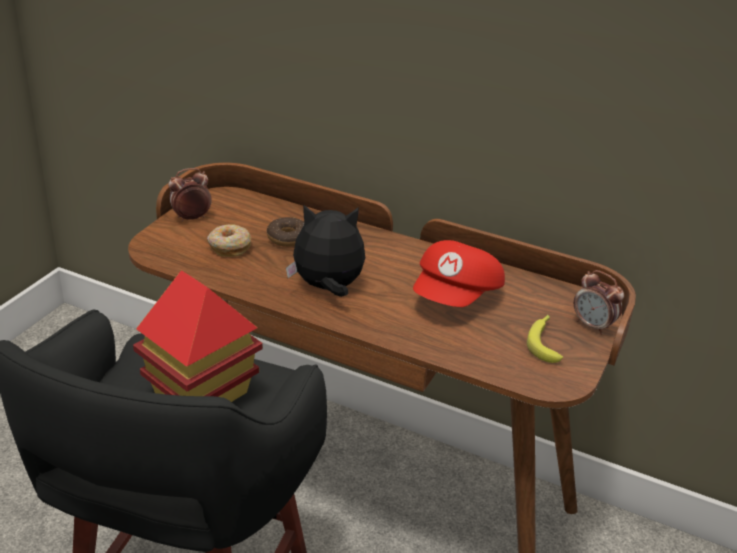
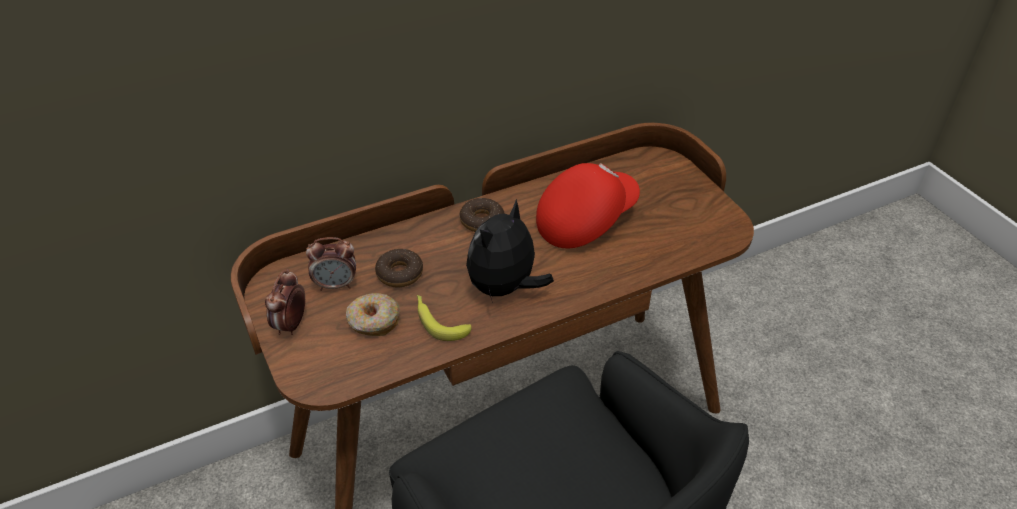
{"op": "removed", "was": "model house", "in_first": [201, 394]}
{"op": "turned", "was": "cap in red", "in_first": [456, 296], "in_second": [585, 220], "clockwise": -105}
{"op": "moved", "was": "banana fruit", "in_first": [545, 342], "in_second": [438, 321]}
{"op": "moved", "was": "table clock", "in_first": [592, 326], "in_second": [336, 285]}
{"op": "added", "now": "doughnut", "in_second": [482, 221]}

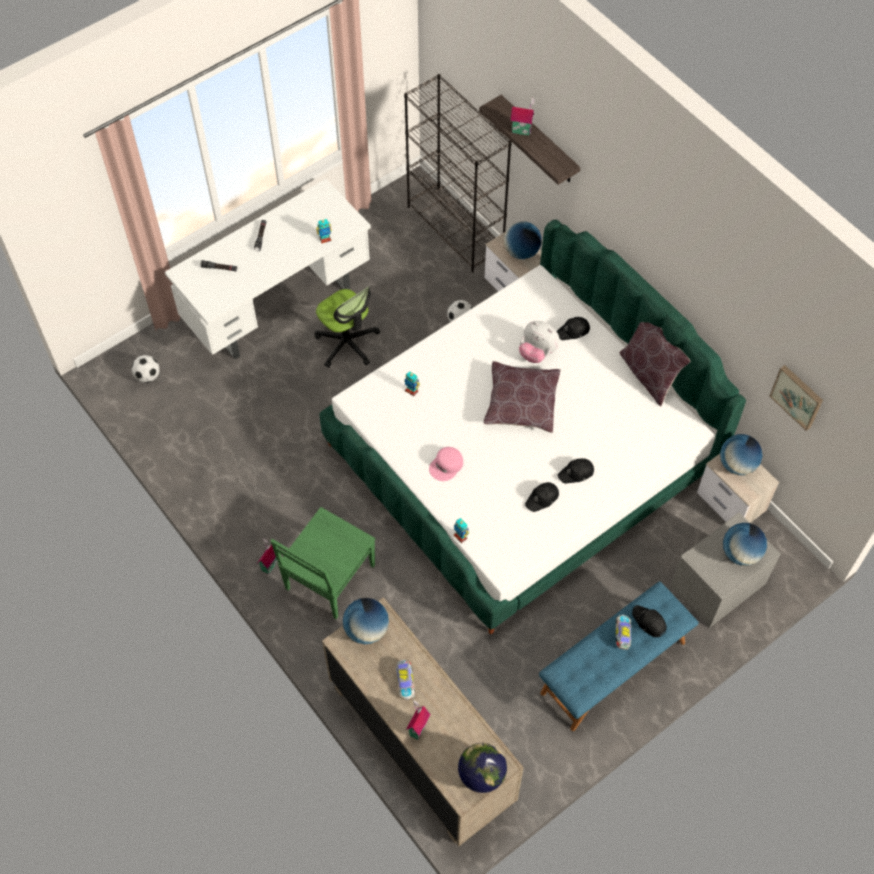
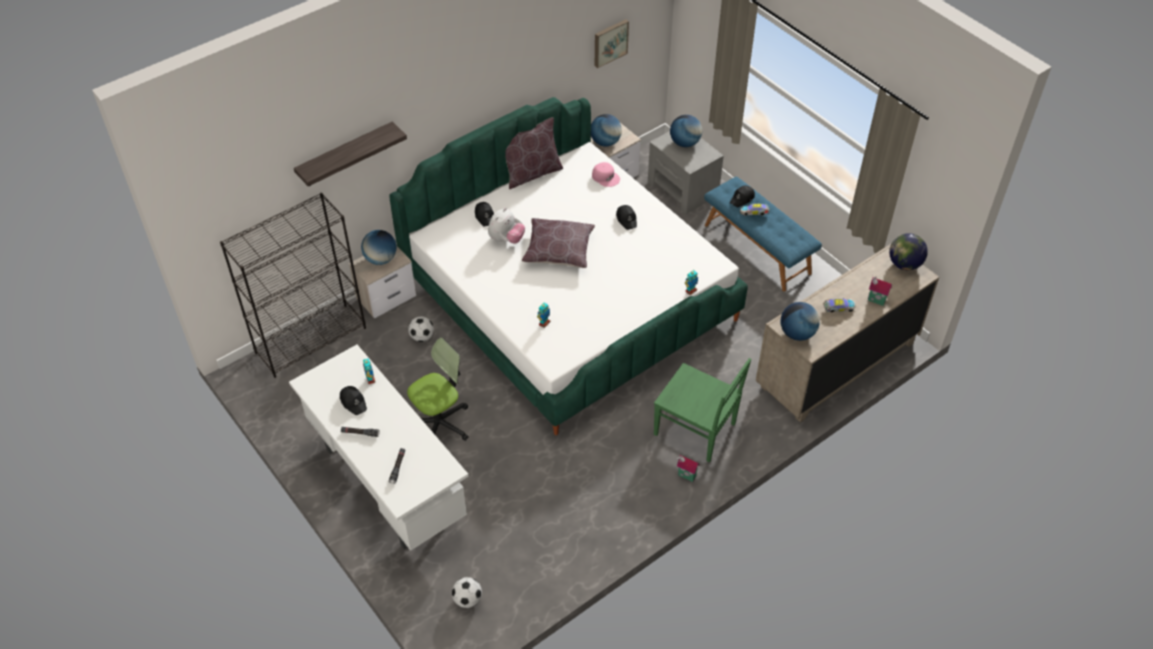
{"op": "moved", "was": "cap in pink-coloured", "in_first": [446, 466], "in_second": [606, 177]}
{"op": "removed", "was": "model house", "in_first": [521, 130]}
{"op": "moved", "was": "cap in black", "in_first": [542, 498], "in_second": [353, 402]}

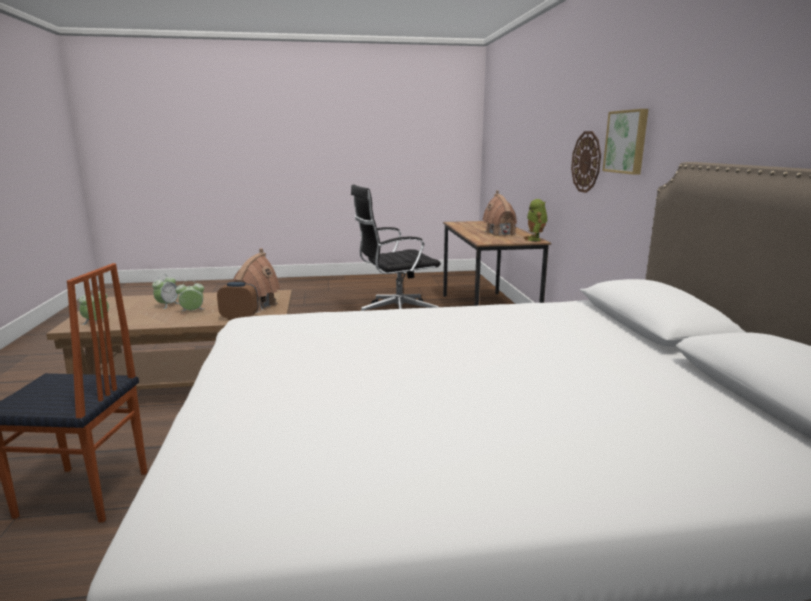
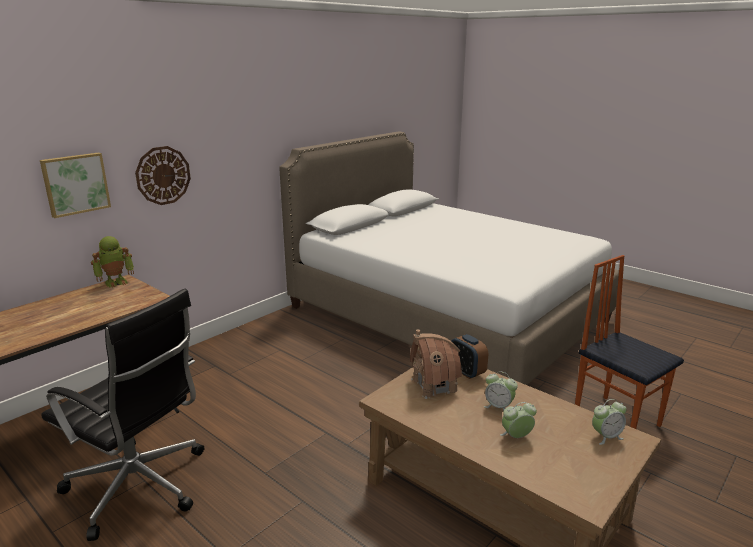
{"op": "removed", "was": "model house", "in_first": [500, 233]}
{"op": "moved", "was": "wall picture", "in_first": [627, 142], "in_second": [75, 184]}

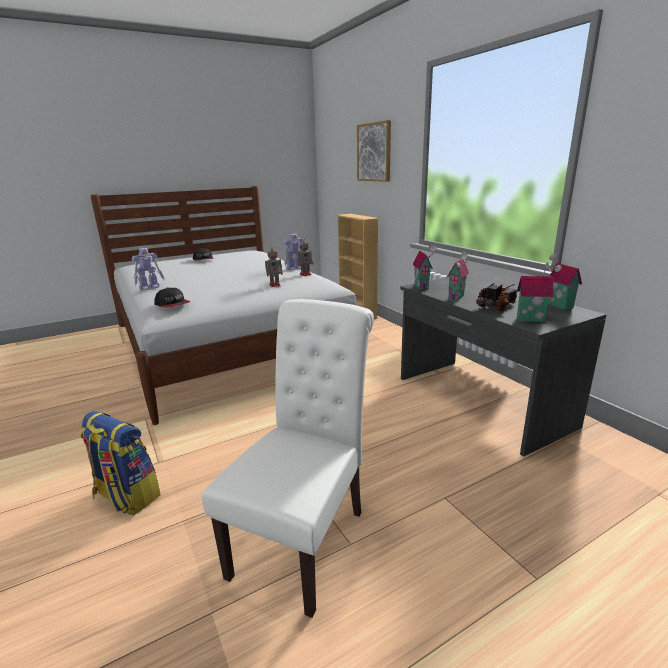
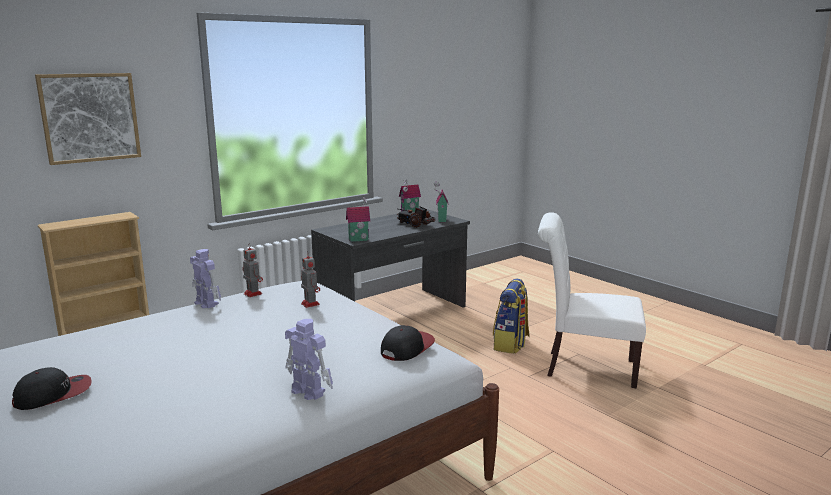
{"op": "moved", "was": "backpack", "in_first": [126, 496], "in_second": [511, 344]}
{"op": "removed", "was": "model house", "in_first": [457, 298]}

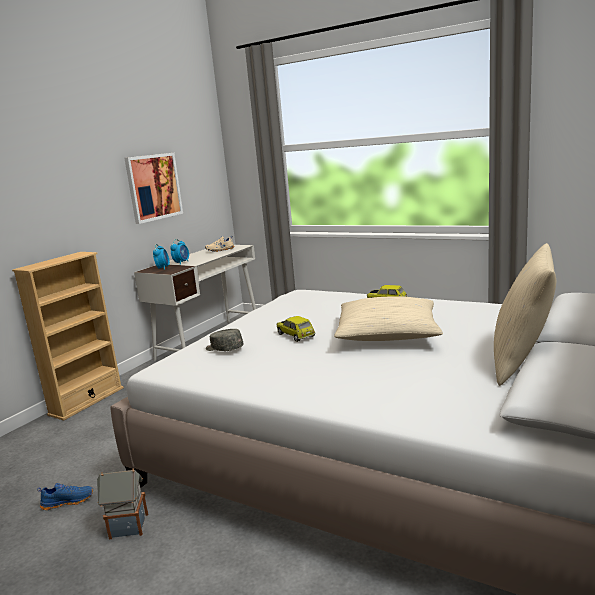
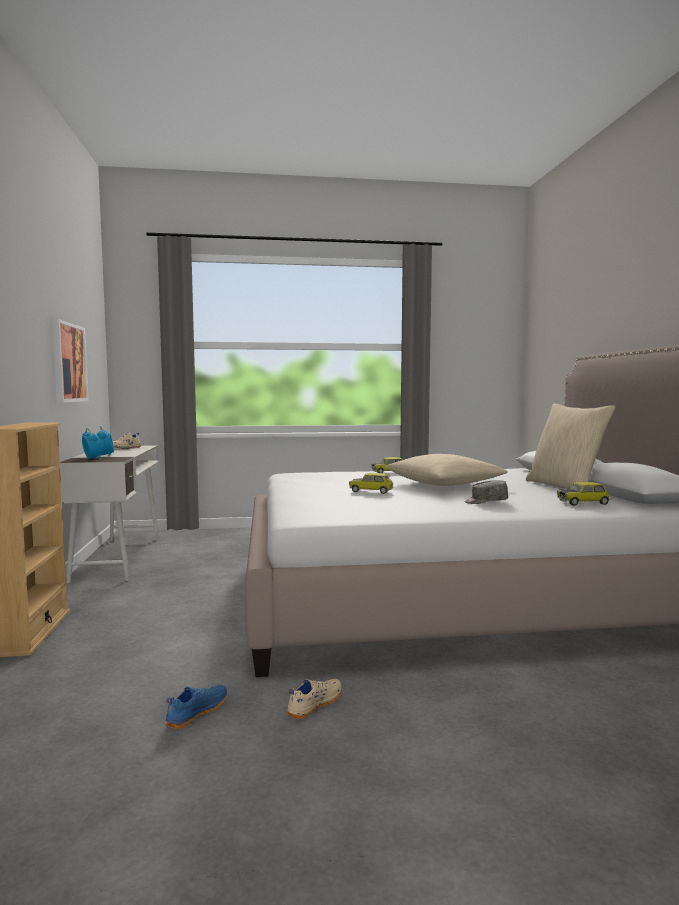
{"op": "replaced", "was": "model house", "now": "item of footwear in beige", "in_first": [127, 526], "in_second": [313, 705]}
{"op": "moved", "was": "cap in gray", "in_first": [224, 349], "in_second": [485, 502]}
{"op": "added", "now": "miniature car", "in_second": [582, 502]}

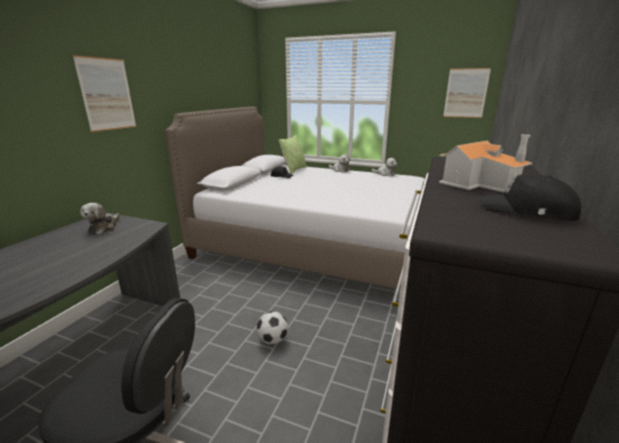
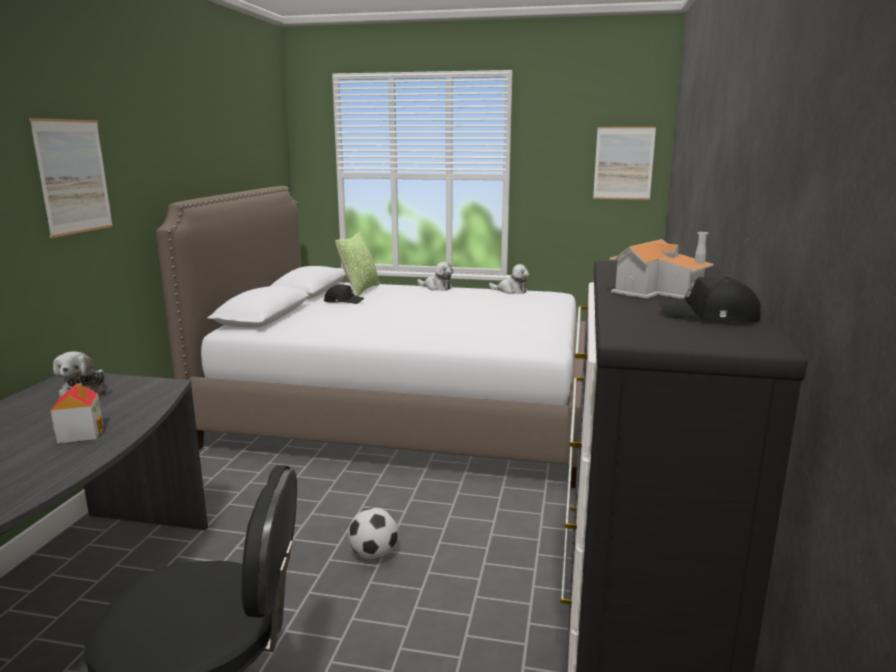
{"op": "added", "now": "model house", "in_second": [80, 433]}

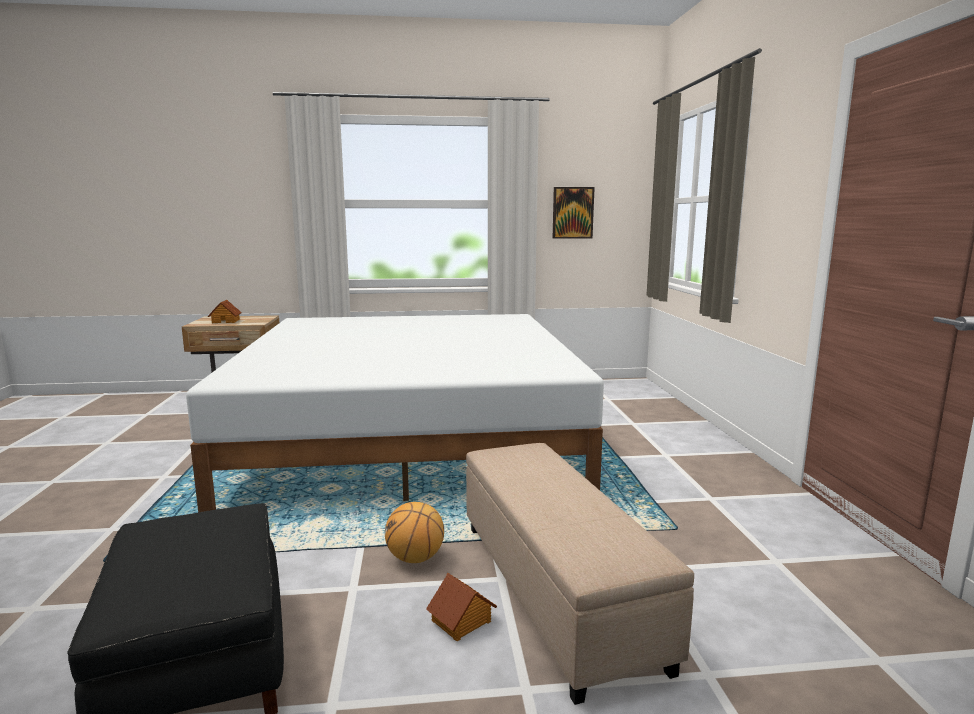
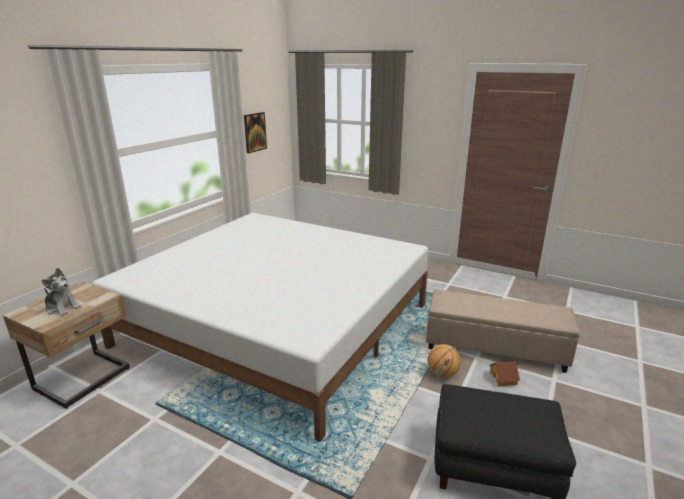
{"op": "replaced", "was": "model house", "now": "soft toy", "in_first": [226, 321], "in_second": [63, 308]}

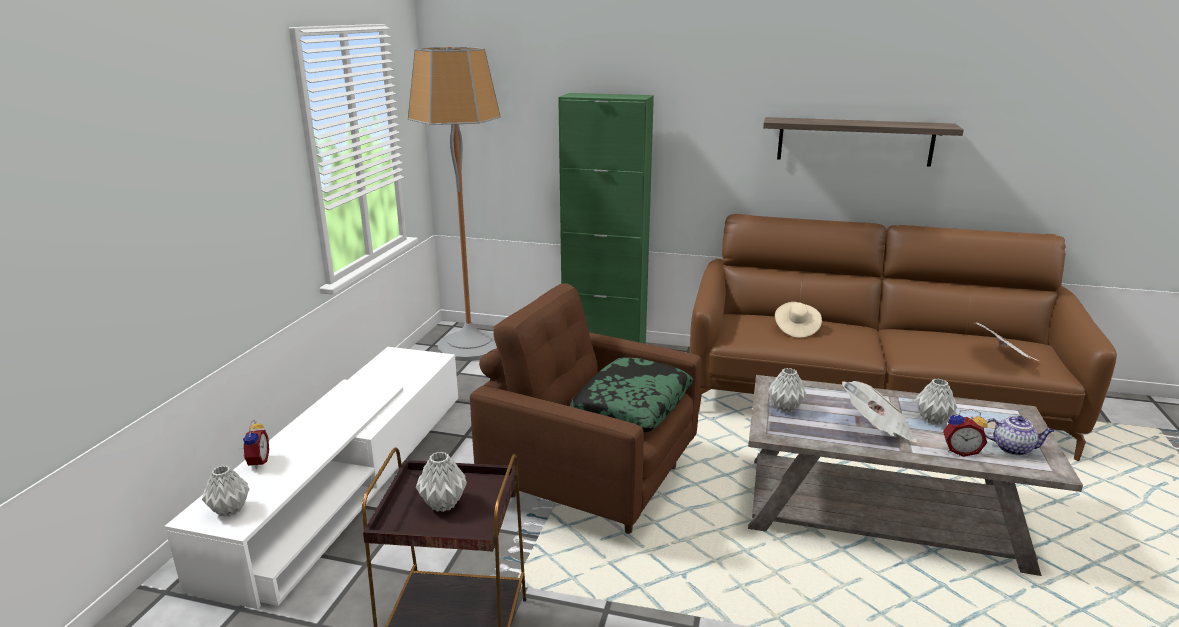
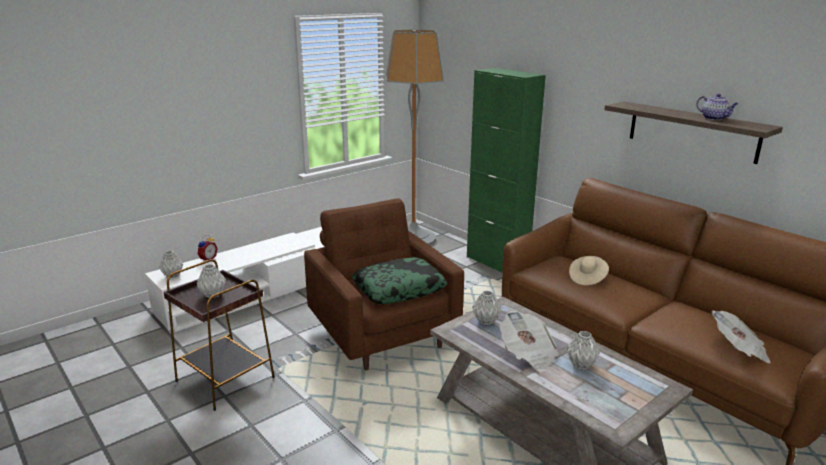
{"op": "removed", "was": "table clock", "in_first": [960, 451]}
{"op": "moved", "was": "teapot", "in_first": [1013, 448], "in_second": [714, 118]}

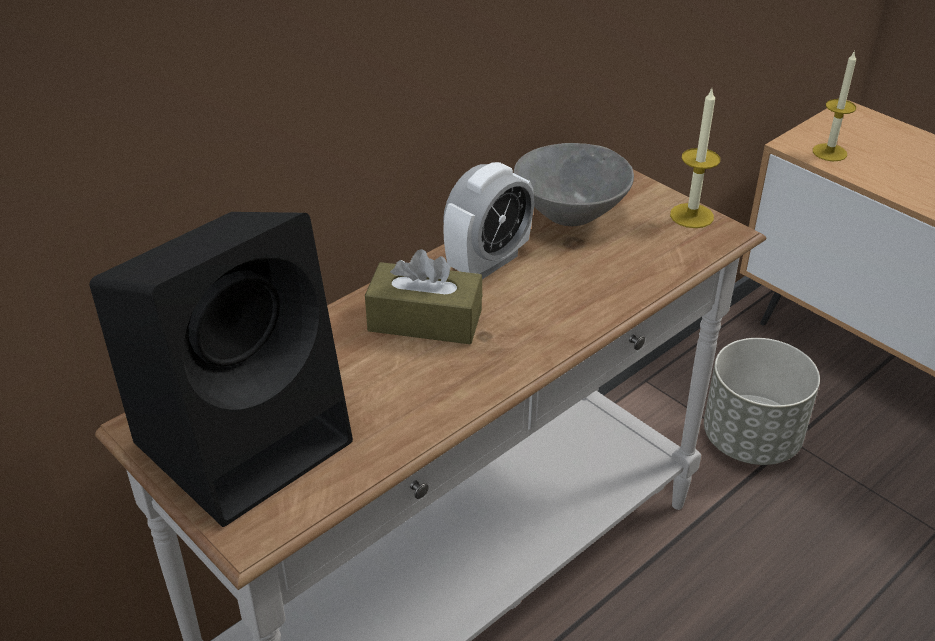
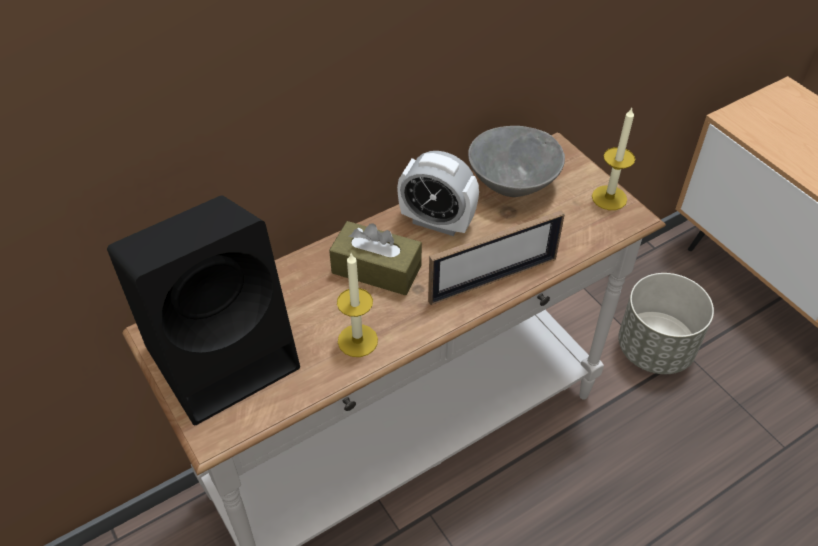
{"op": "turned", "was": "table clock", "in_first": [488, 262], "in_second": [437, 222], "clockwise": 60}
{"op": "moved", "was": "wax candle", "in_first": [829, 152], "in_second": [357, 340]}
{"op": "added", "now": "standing frame", "in_second": [493, 279]}

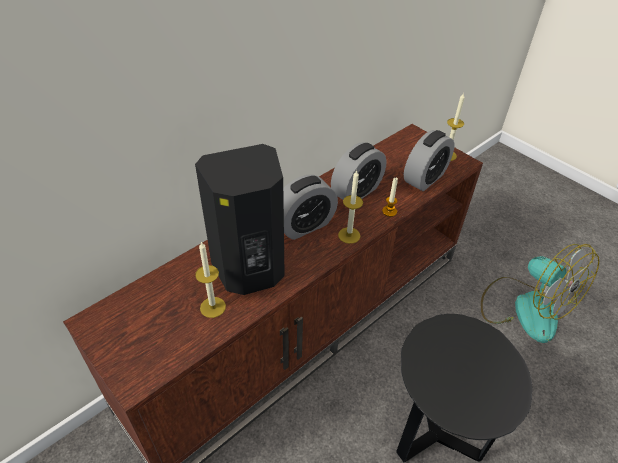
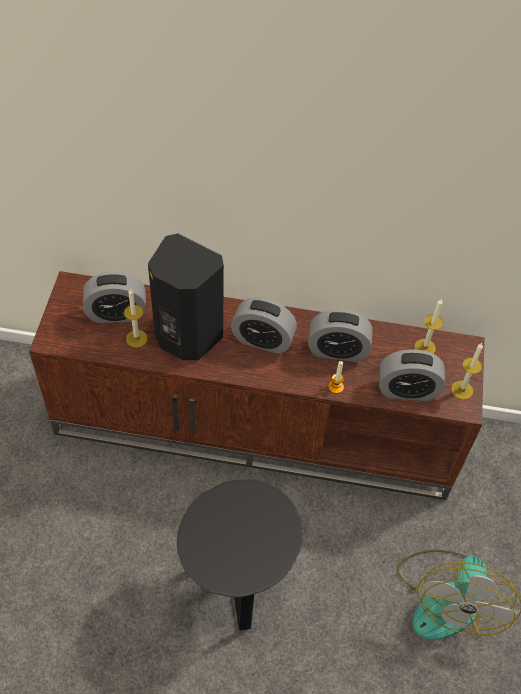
{"op": "moved", "was": "wax candle", "in_first": [349, 235], "in_second": [425, 347]}
{"op": "added", "now": "table clock", "in_second": [116, 313]}

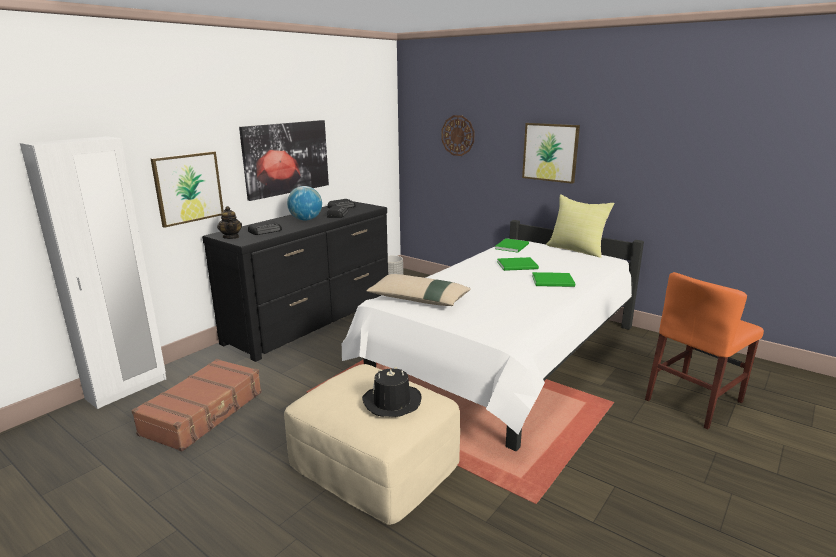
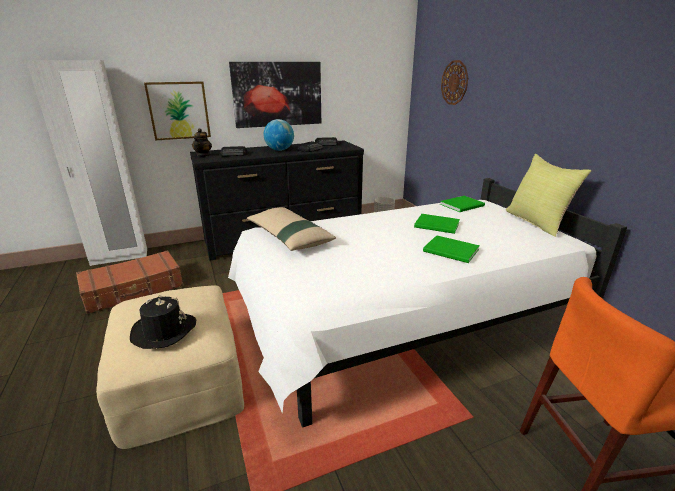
{"op": "removed", "was": "wall picture", "in_first": [550, 152]}

